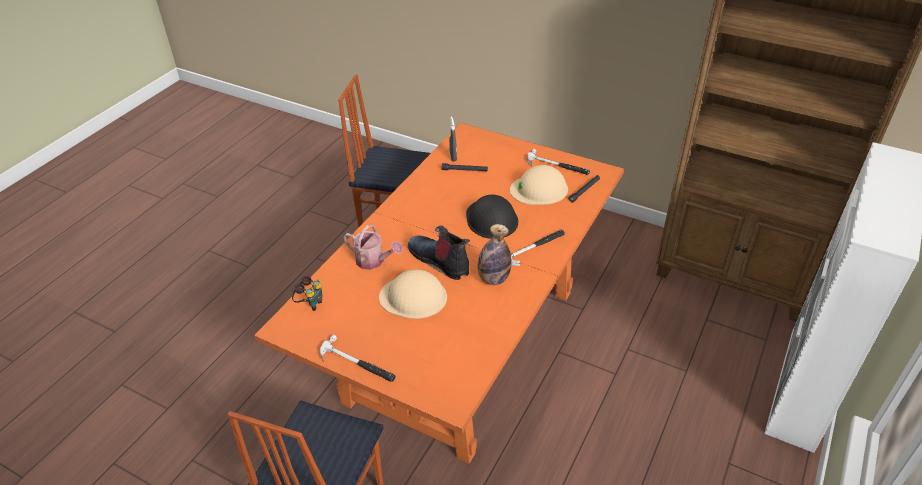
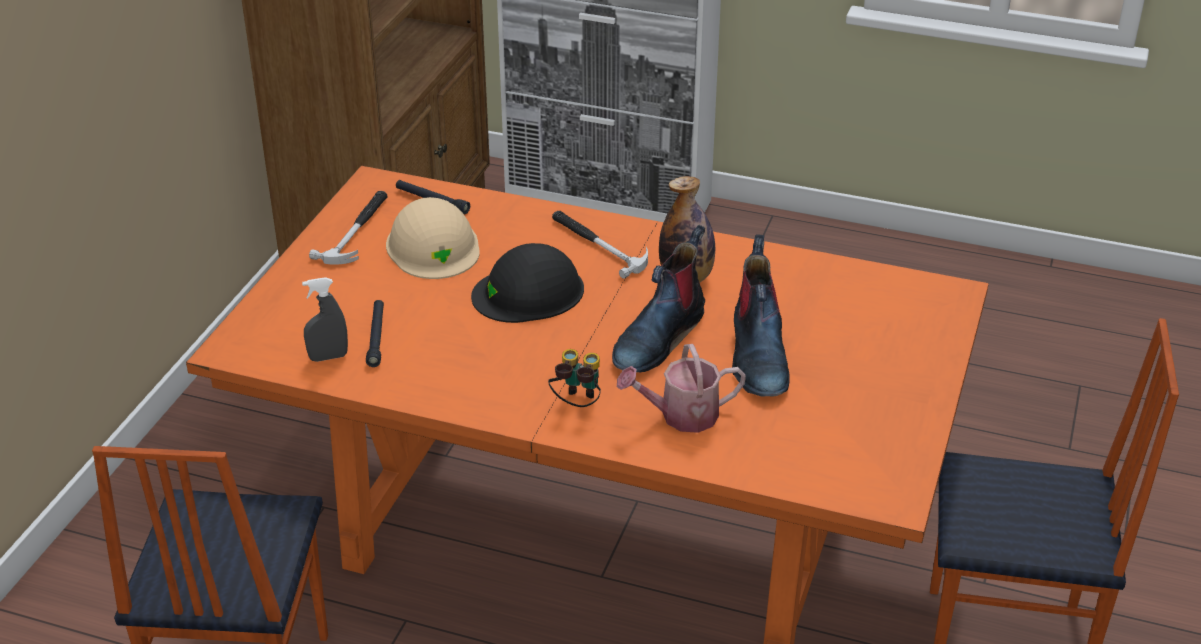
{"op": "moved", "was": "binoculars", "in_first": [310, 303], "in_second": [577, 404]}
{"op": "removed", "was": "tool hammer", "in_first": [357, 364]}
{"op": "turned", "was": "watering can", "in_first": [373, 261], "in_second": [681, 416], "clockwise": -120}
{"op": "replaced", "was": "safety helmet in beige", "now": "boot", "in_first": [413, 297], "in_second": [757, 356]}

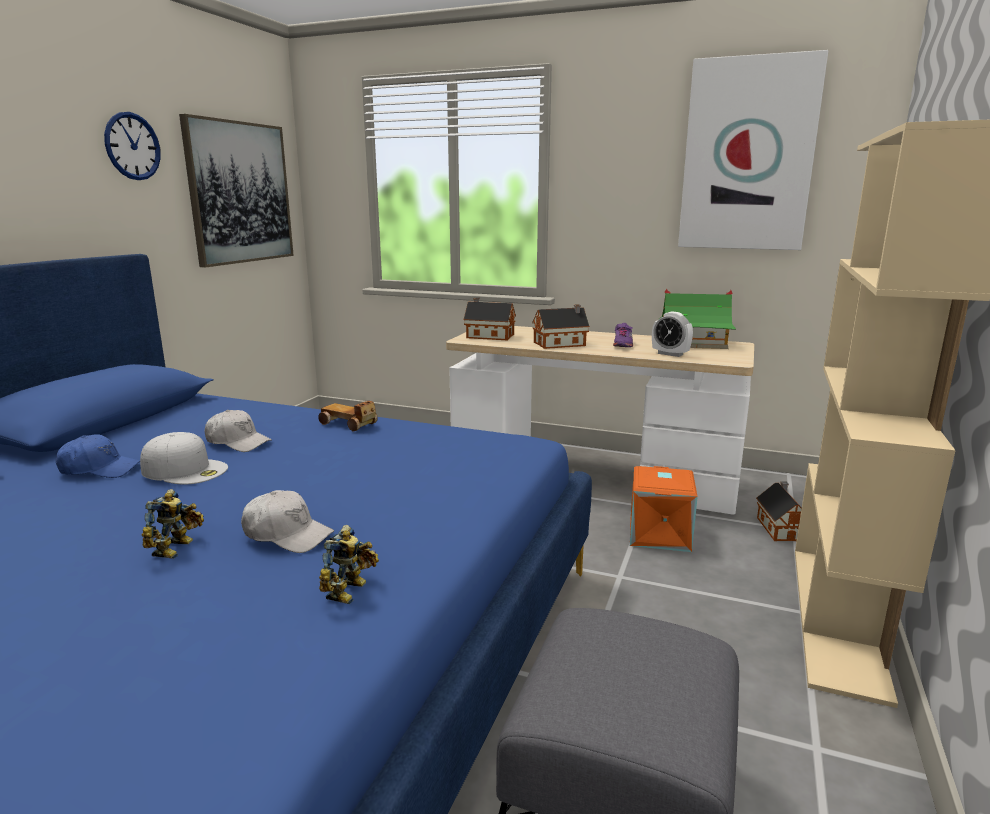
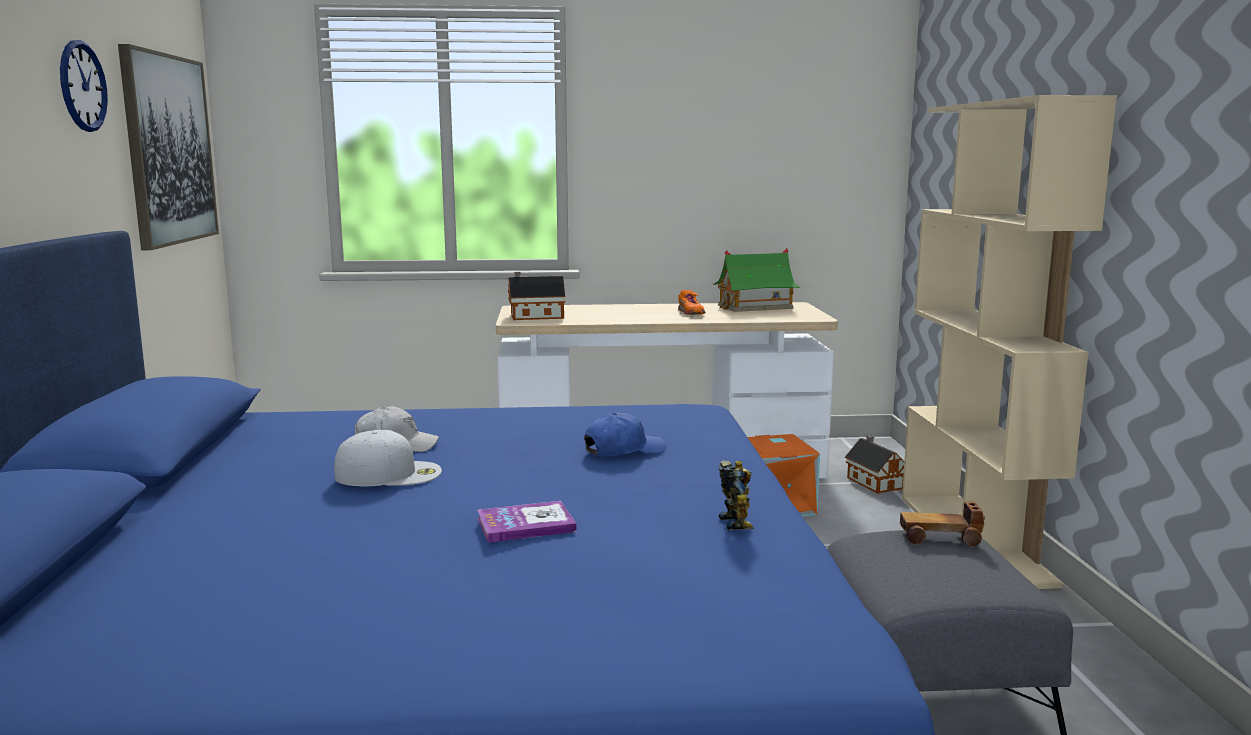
{"op": "moved", "was": "cap in bluish", "in_first": [99, 469], "in_second": [623, 450]}
{"op": "replaced", "was": "robot figure", "now": "volume", "in_first": [177, 548], "in_second": [526, 524]}
{"op": "removed", "was": "cap in whitish", "in_first": [287, 534]}
{"op": "moved", "was": "miniature car", "in_first": [349, 424], "in_second": [940, 538]}
{"op": "removed", "was": "model house", "in_first": [561, 344]}
{"op": "recoloured", "was": "item of footwear in purple", "now": "item of footwear in orangey", "in_first": [622, 345], "in_second": [690, 313]}
{"op": "removed", "was": "table clock", "in_first": [670, 354]}
{"op": "removed", "was": "wall picture", "in_first": [748, 155]}

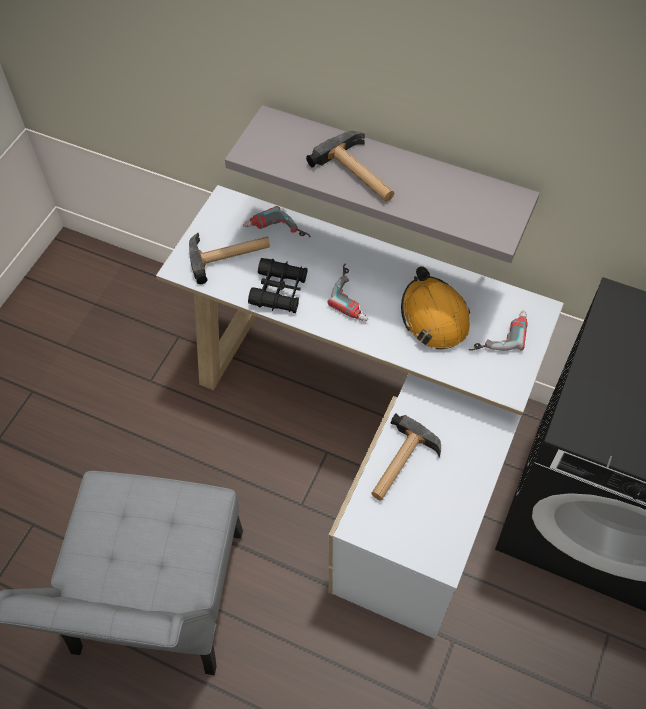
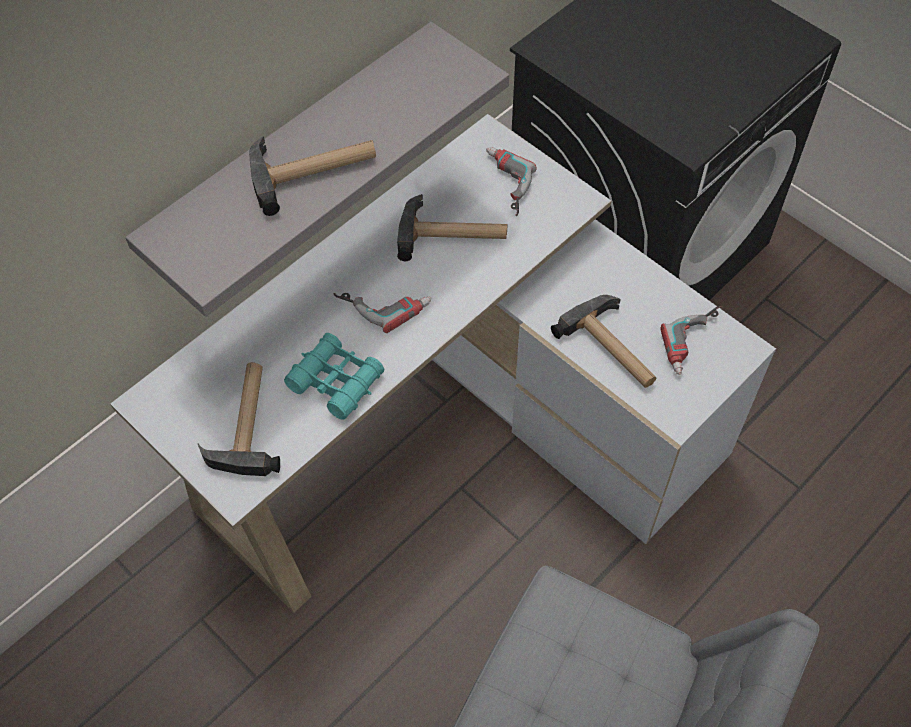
{"op": "moved", "was": "electric drill", "in_first": [275, 233], "in_second": [696, 343]}
{"op": "recoloured", "was": "binoculars in black", "now": "binoculars in turquoise-coloured", "in_first": [279, 290], "in_second": [336, 381]}
{"op": "replaced", "was": "safety helmet in orangey", "now": "tool hammer", "in_first": [434, 317], "in_second": [453, 234]}

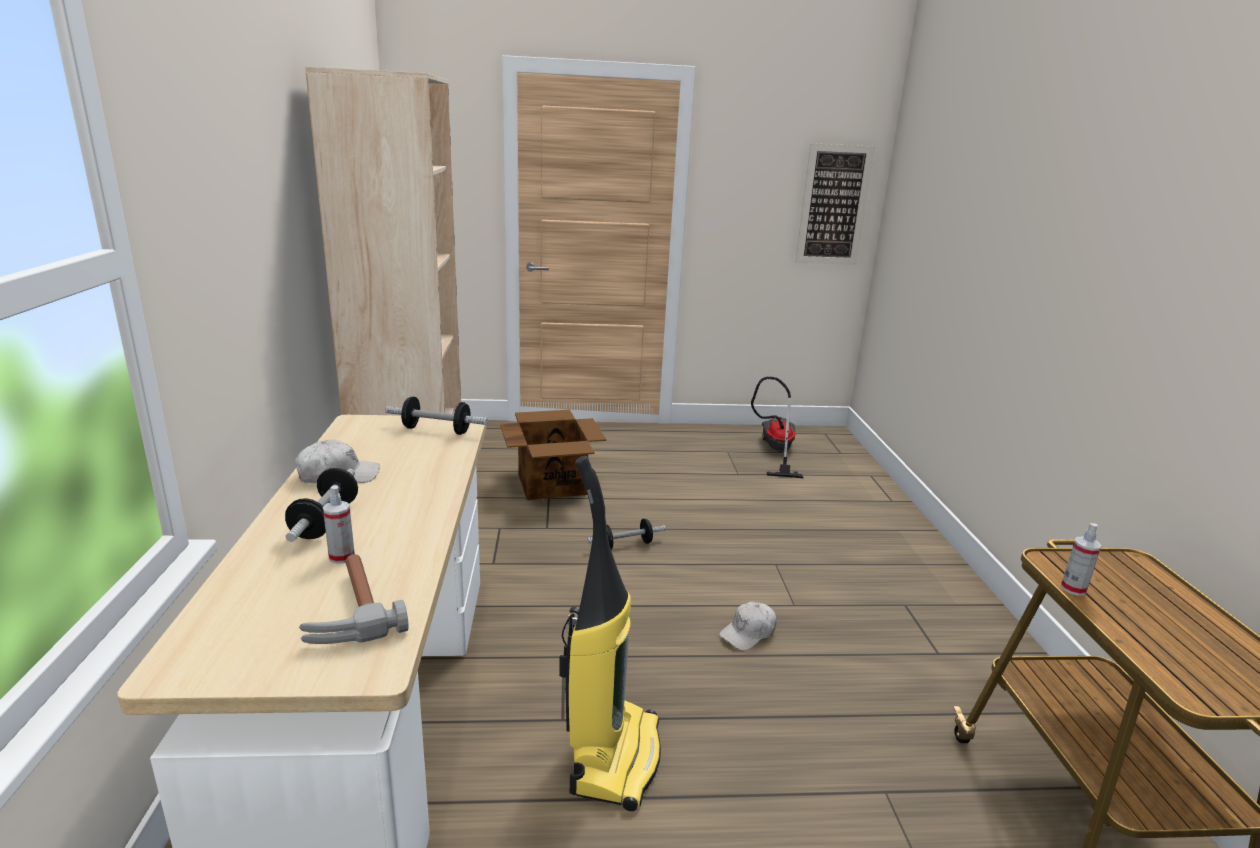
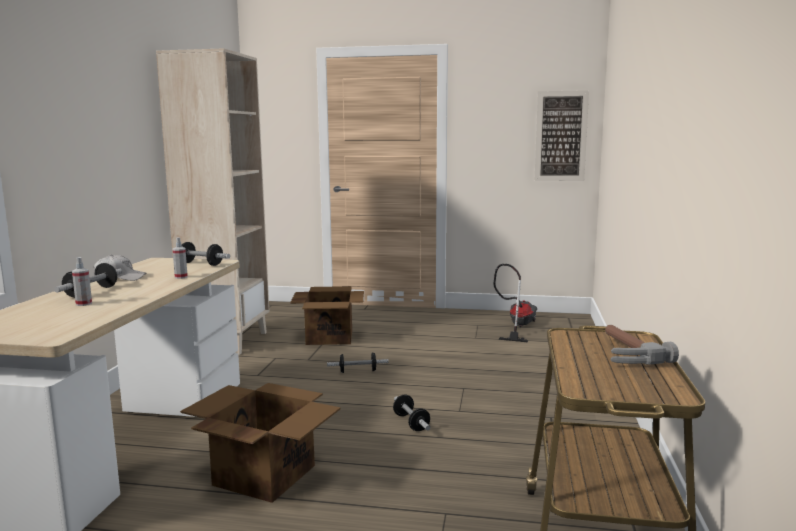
{"op": "moved", "was": "tool hammer", "in_first": [348, 610], "in_second": [623, 352]}
{"op": "replaced", "was": "vacuum", "now": "packing box", "in_first": [613, 756], "in_second": [263, 474]}
{"op": "replaced", "was": "cap in whitish", "now": "dumbbell", "in_first": [748, 633], "in_second": [411, 423]}
{"op": "moved", "was": "spray bottle", "in_first": [1073, 589], "in_second": [181, 277]}

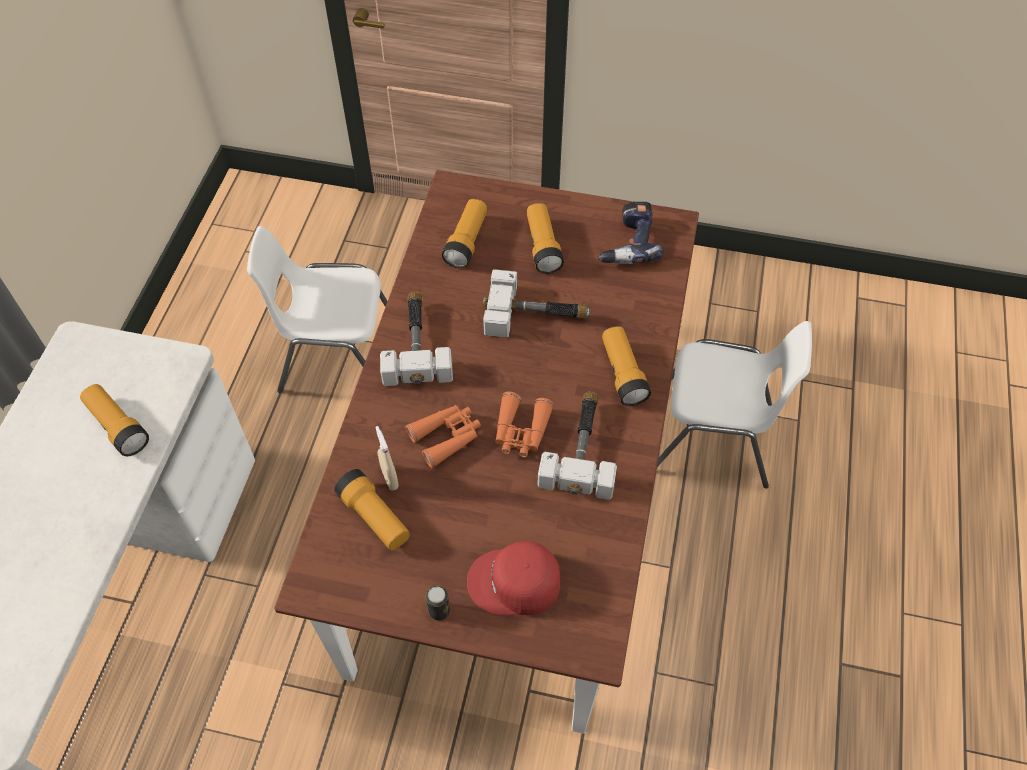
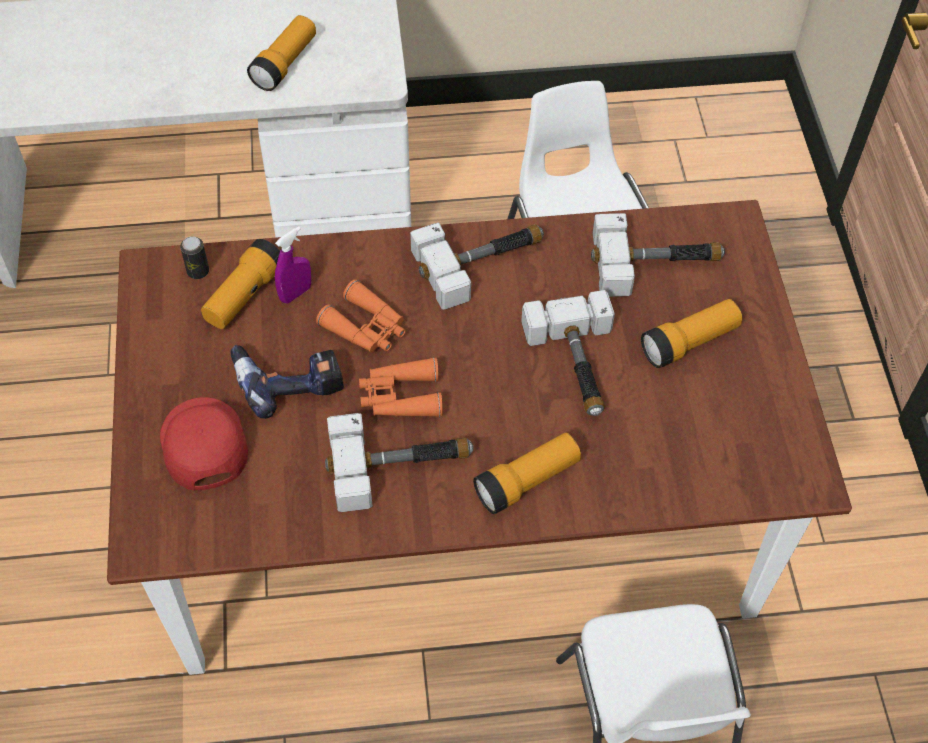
{"op": "recoloured", "was": "spray bottle in beige", "now": "spray bottle in purple", "in_first": [390, 478], "in_second": [295, 293]}
{"op": "moved", "was": "can", "in_first": [439, 611], "in_second": [198, 271]}
{"op": "replaced", "was": "torch", "now": "tool hammer", "in_first": [466, 242], "in_second": [656, 263]}
{"op": "moved", "was": "electric drill", "in_first": [627, 243], "in_second": [288, 380]}

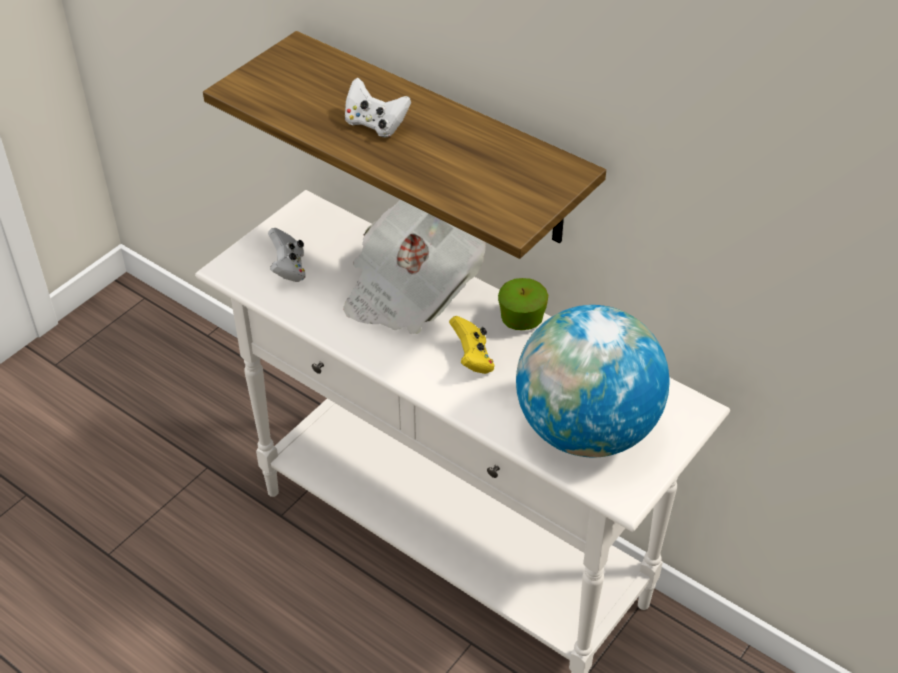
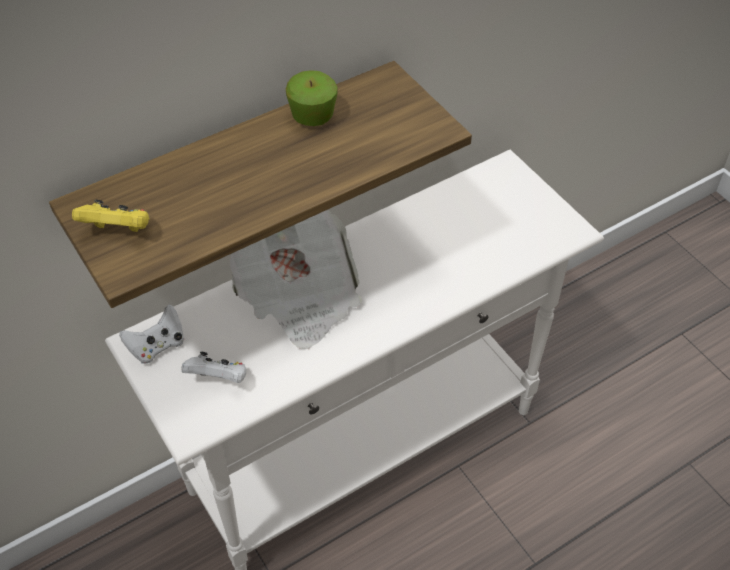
{"op": "moved", "was": "gamepad in whitish", "in_first": [375, 125], "in_second": [157, 346]}
{"op": "moved", "was": "gamepad in yellow-coloured", "in_first": [472, 359], "in_second": [118, 230]}
{"op": "moved", "was": "whole apple", "in_first": [521, 320], "in_second": [312, 116]}
{"op": "removed", "was": "globe", "in_first": [585, 430]}

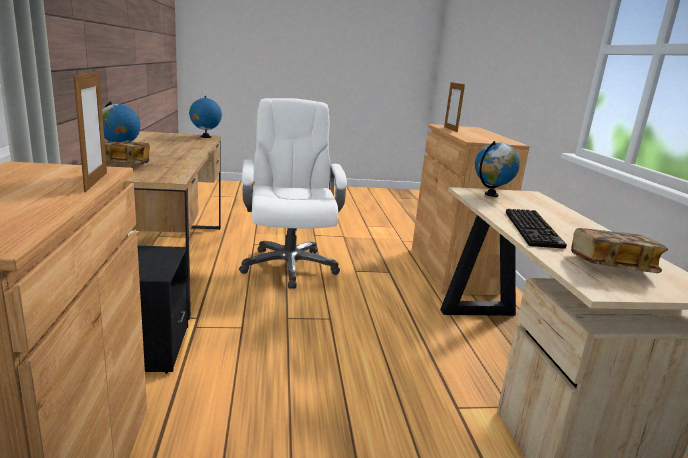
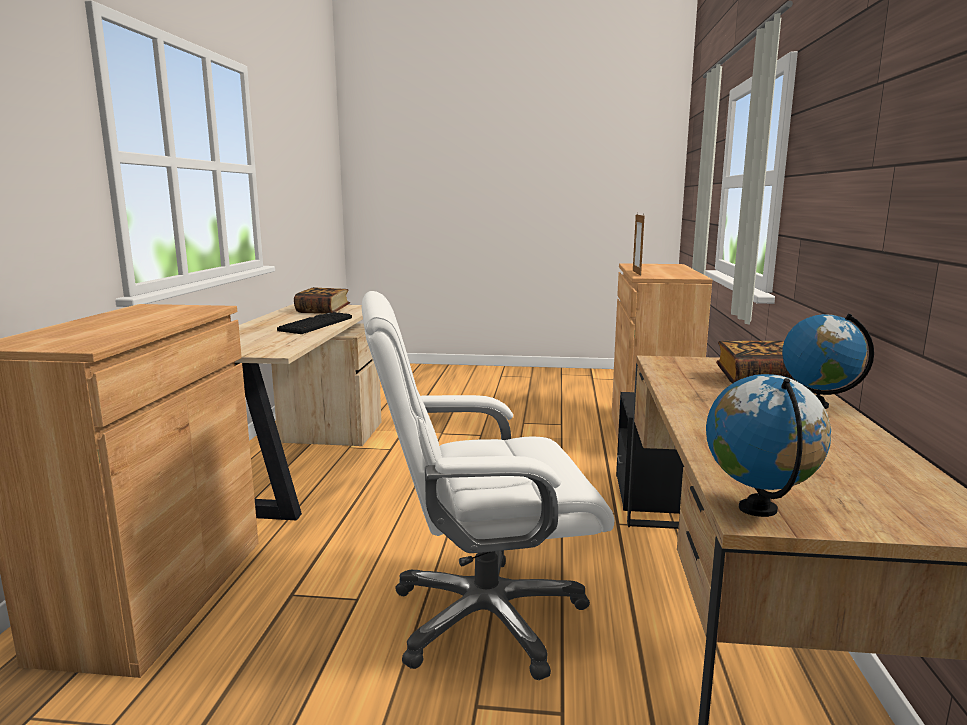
{"op": "turned", "was": "office chair in whitish", "in_first": [289, 266], "in_second": [484, 617], "clockwise": 75}
{"op": "removed", "was": "standing frame", "in_first": [450, 129]}
{"op": "removed", "was": "globe", "in_first": [491, 195]}

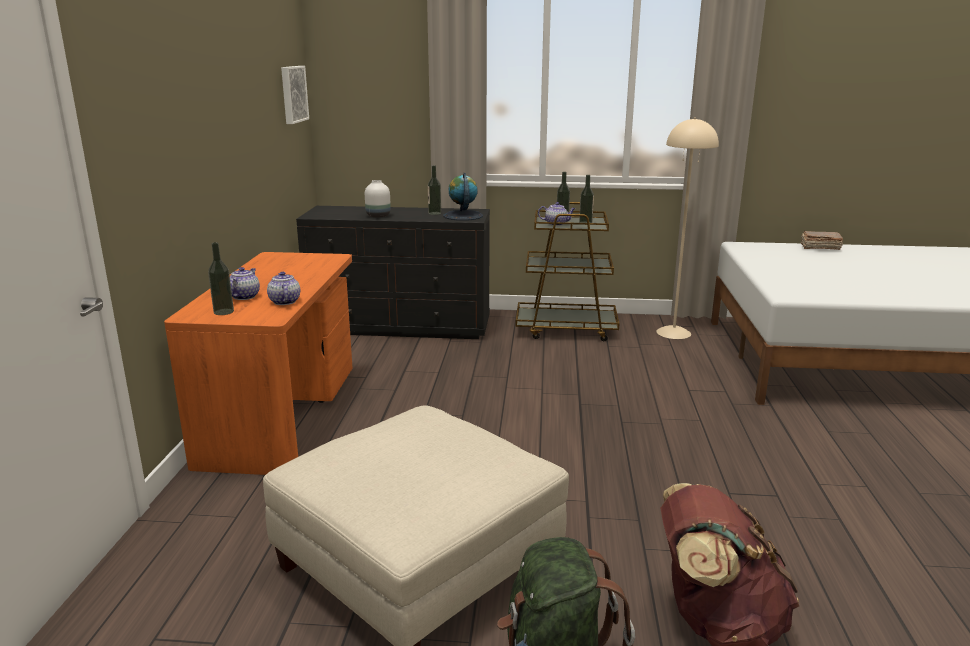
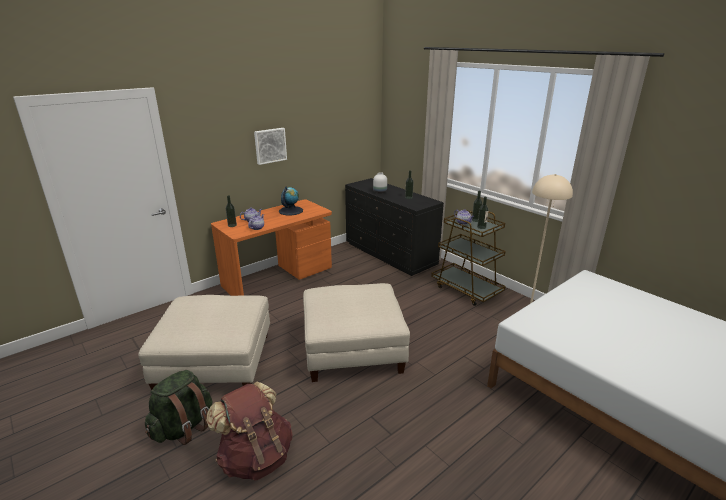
{"op": "moved", "was": "wall picture", "in_first": [292, 94], "in_second": [270, 145]}
{"op": "moved", "was": "globe", "in_first": [463, 216], "in_second": [290, 211]}
{"op": "removed", "was": "volume in brownish", "in_first": [819, 247]}
{"op": "added", "now": "ottoman in beige", "in_second": [353, 348]}

